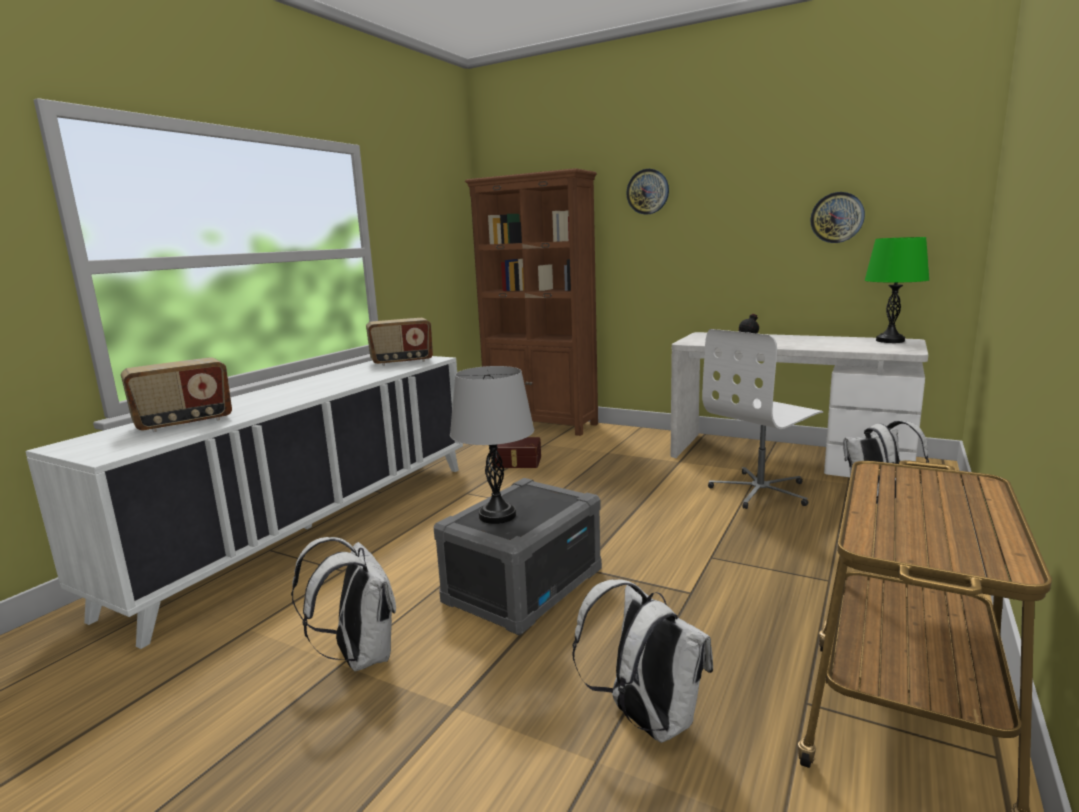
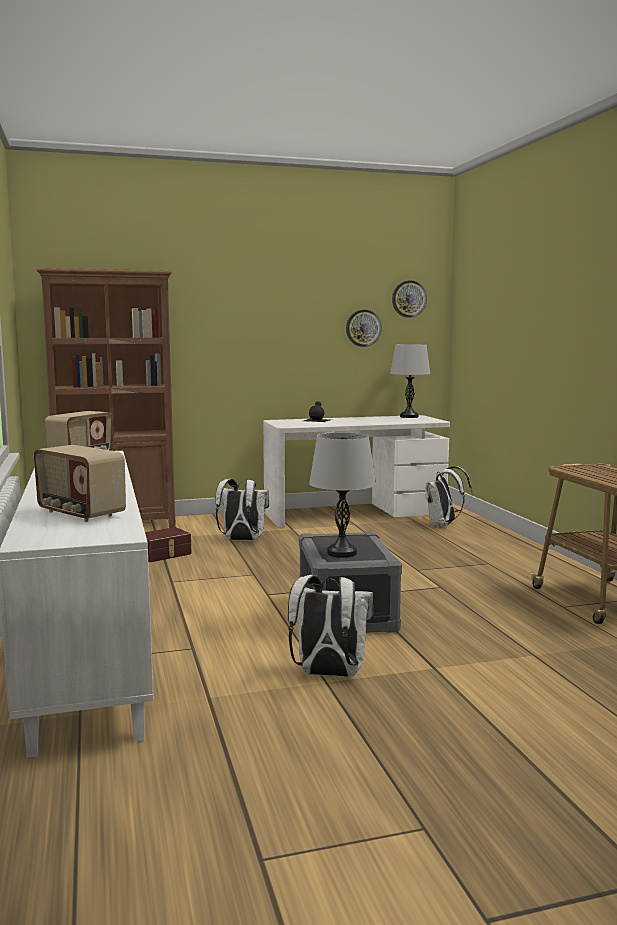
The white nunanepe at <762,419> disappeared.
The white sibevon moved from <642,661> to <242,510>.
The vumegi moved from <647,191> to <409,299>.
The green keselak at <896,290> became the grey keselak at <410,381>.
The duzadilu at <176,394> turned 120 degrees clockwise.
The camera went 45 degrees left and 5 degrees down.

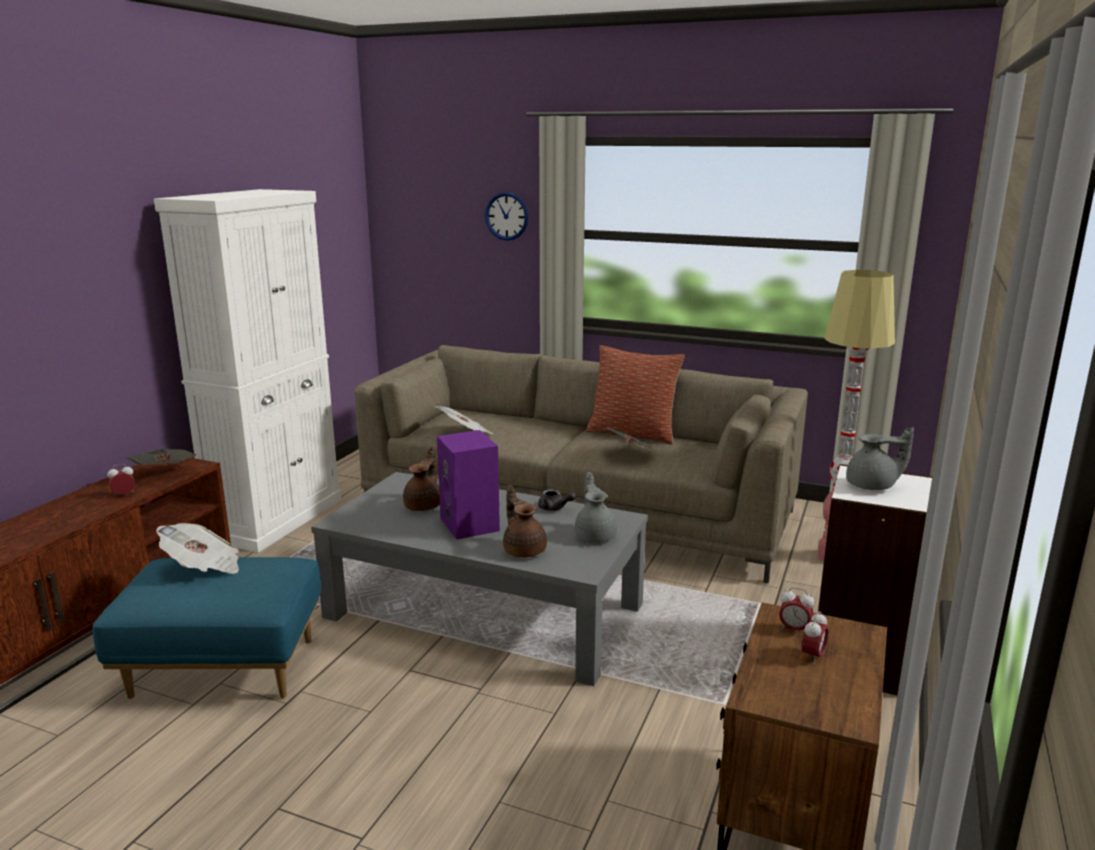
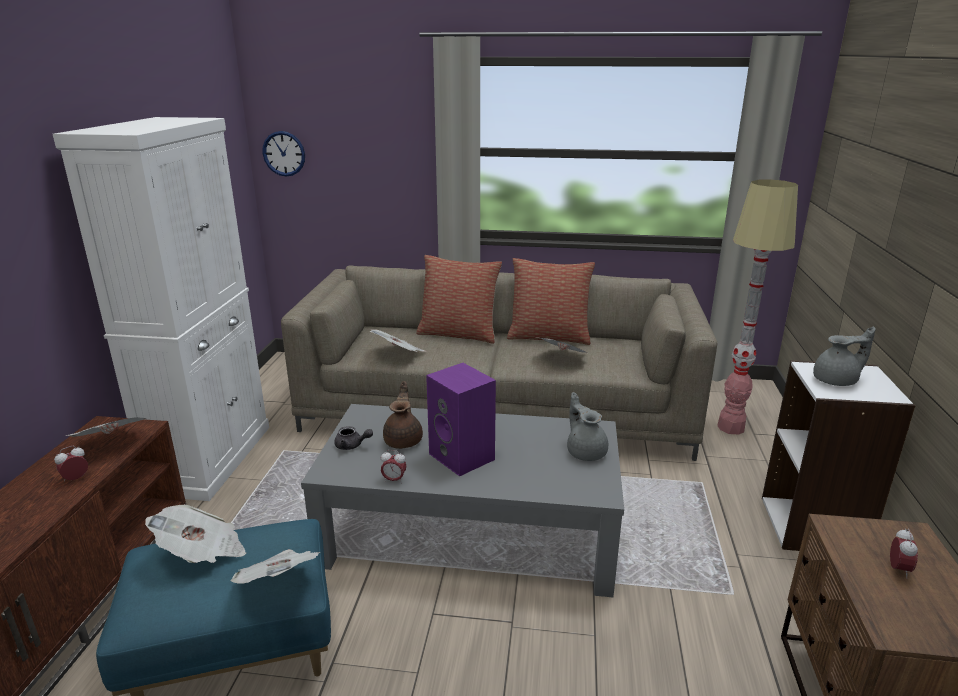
The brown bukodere at <525,521> disappeared.
The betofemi at <276,566> appeared.
The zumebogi at <459,299> appeared.
The vumegi moved from <506,216> to <284,154>.
The grey bukodere moved from <557,500> to <353,438>.
The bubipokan moved from <796,609> to <393,466>.
The camera went 15 degrees left and 5 degrees up.

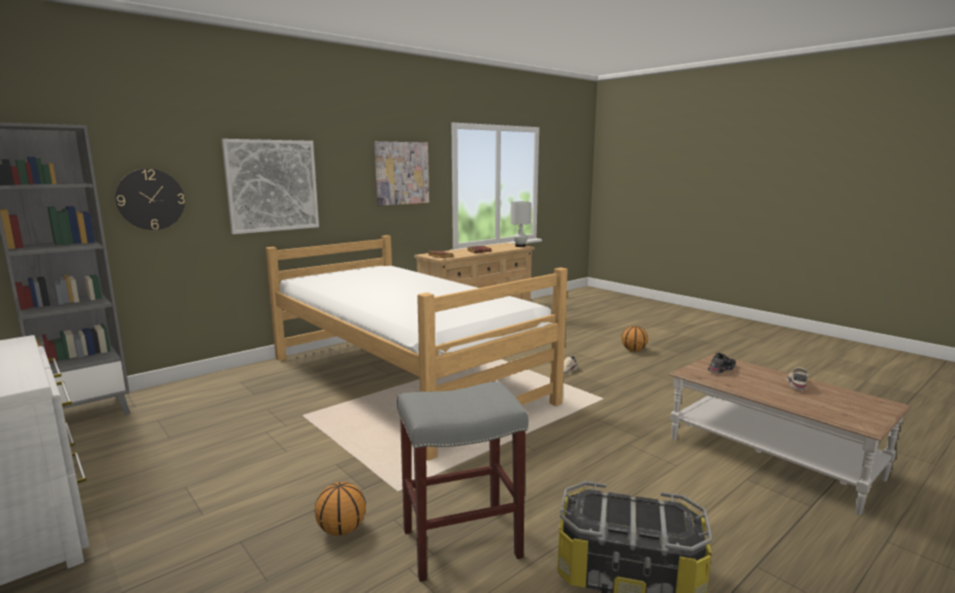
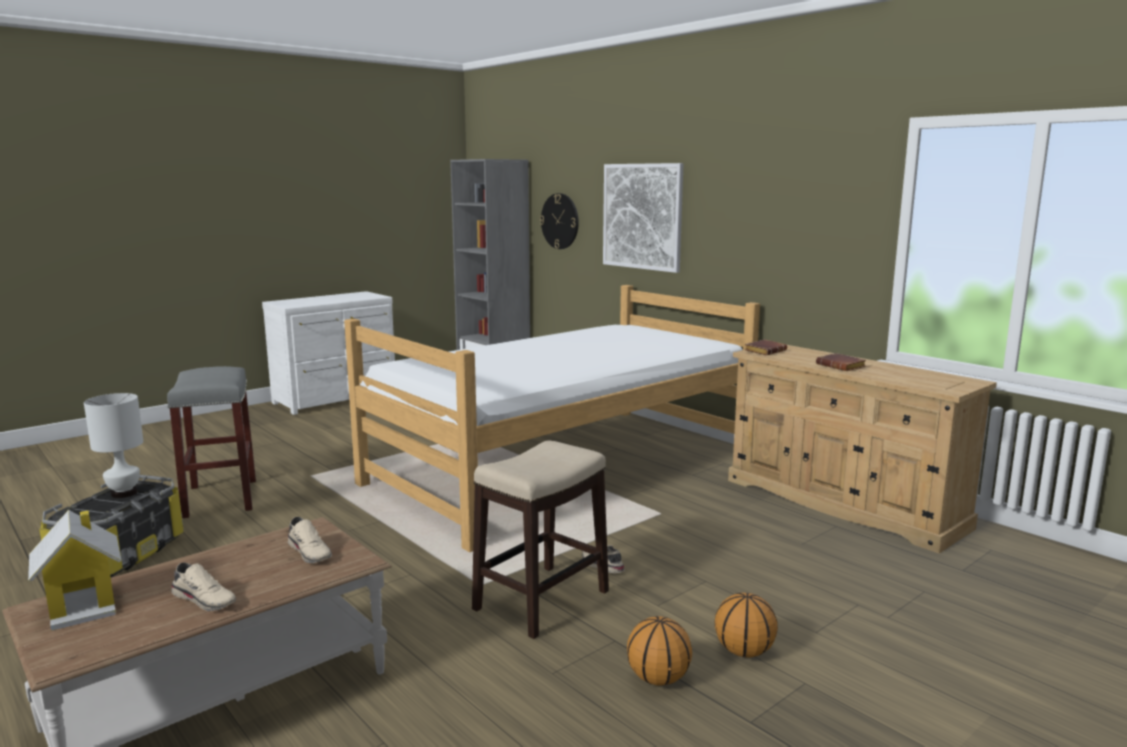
The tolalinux at <401,173> disappeared.
The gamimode at <74,570> appeared.
The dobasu at <540,539> appeared.
The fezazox moved from <340,509> to <659,651>.
The white keselak moved from <521,224> to <113,445>.
The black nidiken at <722,363> became the beige nidiken at <310,540>.
The camera went 90 degrees right and 0 degrees up.

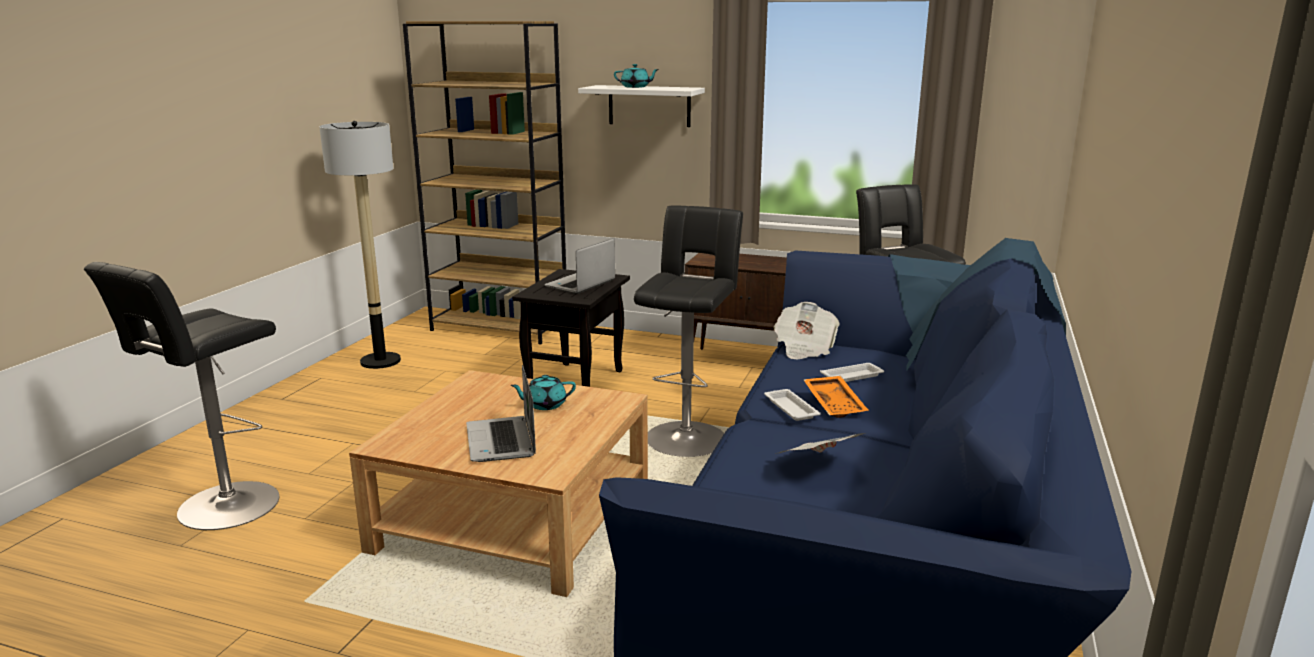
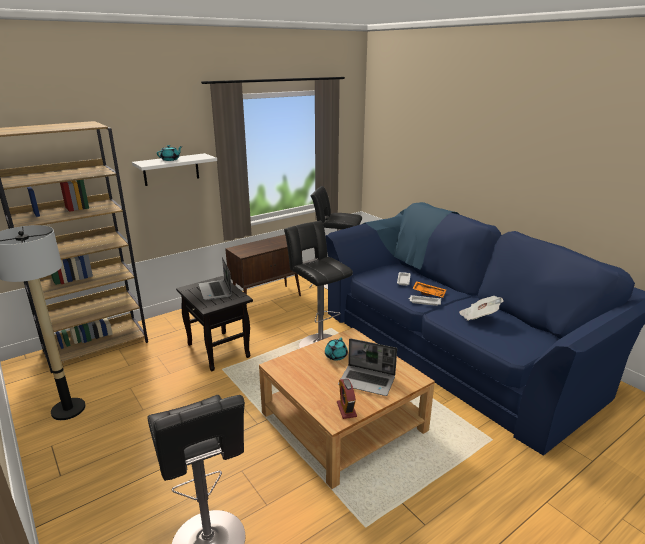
The betofemi at <807,330> disappeared.
The bubipokan at <347,399> appeared.
The camera went 55 degrees left and 5 degrees up.

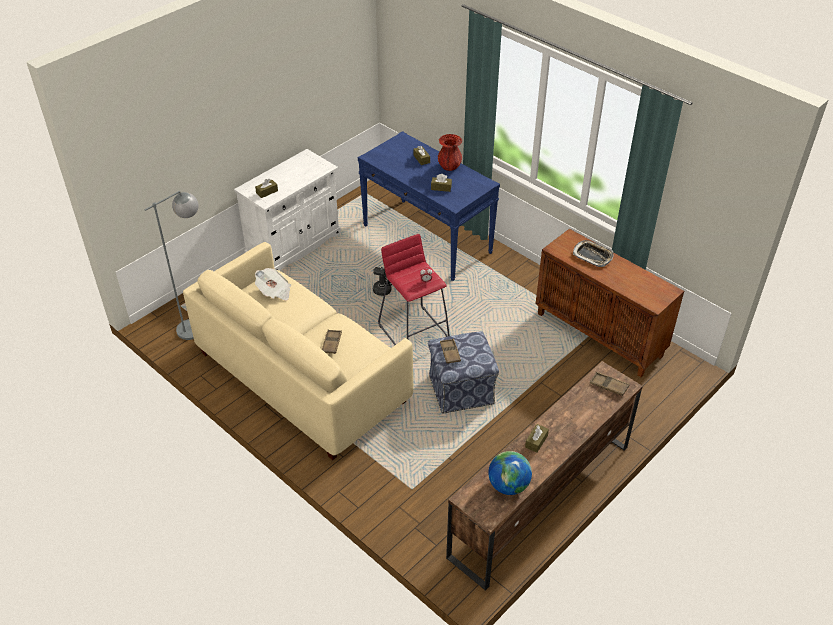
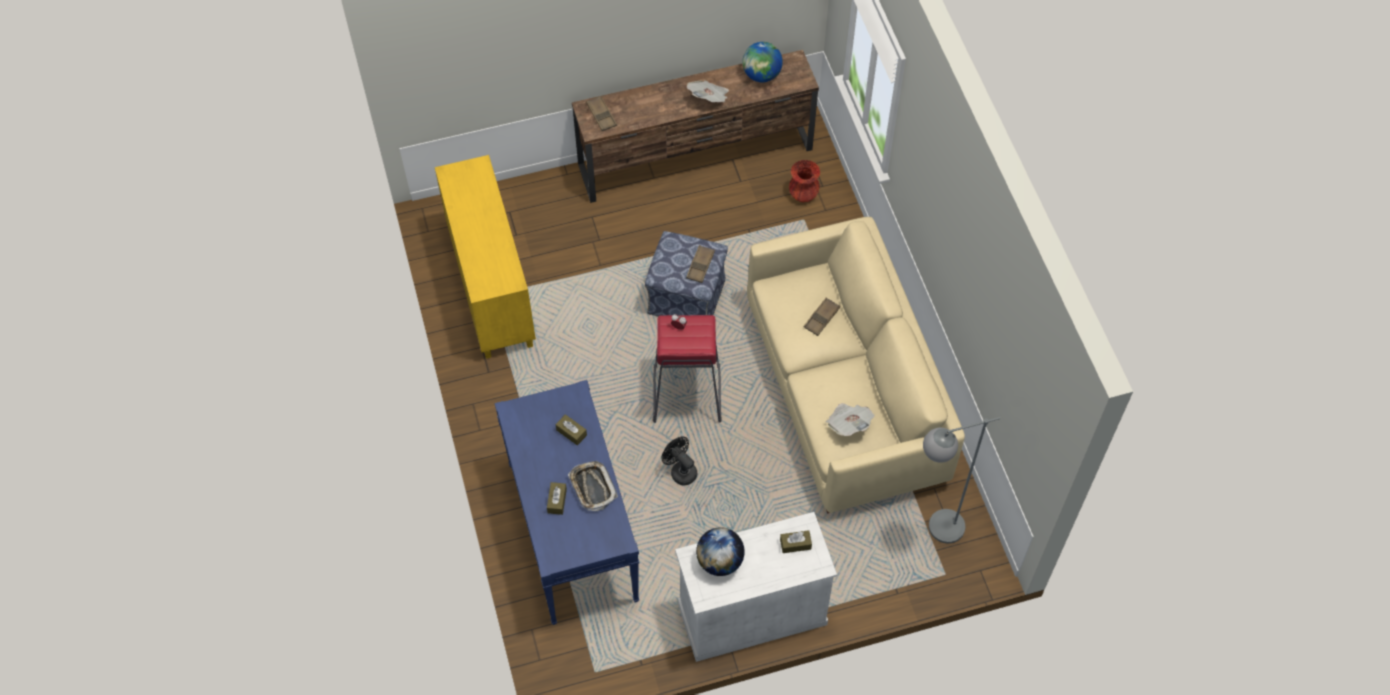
The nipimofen at <720,551> appeared.
The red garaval moved from <450,152> to <804,181>.
The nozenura moved from <593,253> to <593,486>.
The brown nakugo at <537,438> was replaced by the betofemi at <708,91>.
The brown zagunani at <610,303> became the yellow zagunani at <485,257>.
The camera went 150 degrees left and 15 degrees up.

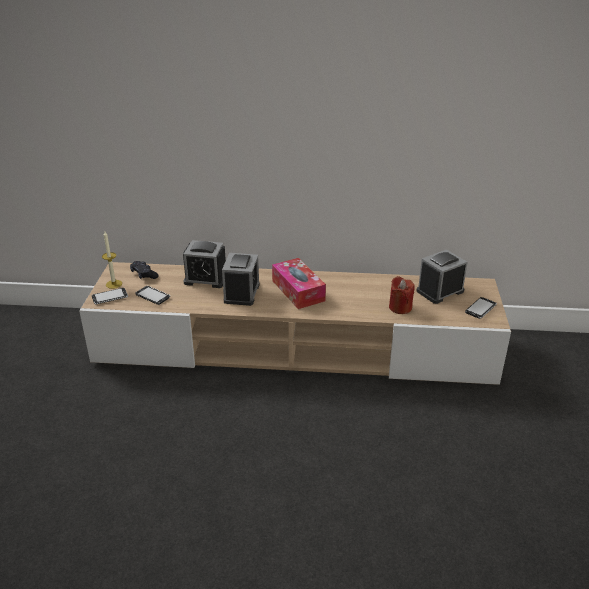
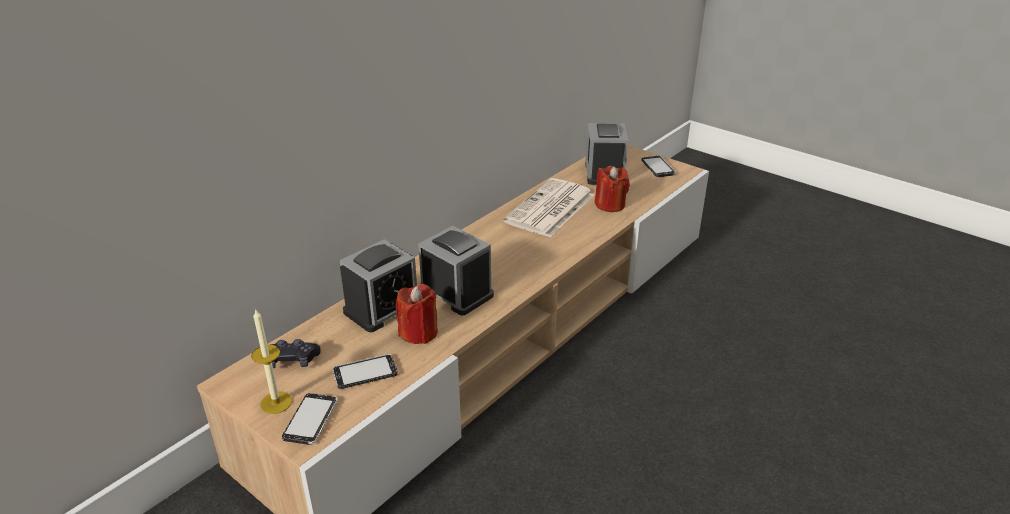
The nakugo at <299,283> disappeared.
The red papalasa at <417,314> appeared.
The betofemi at <548,207> appeared.
The camera went 55 degrees left and 0 degrees up.

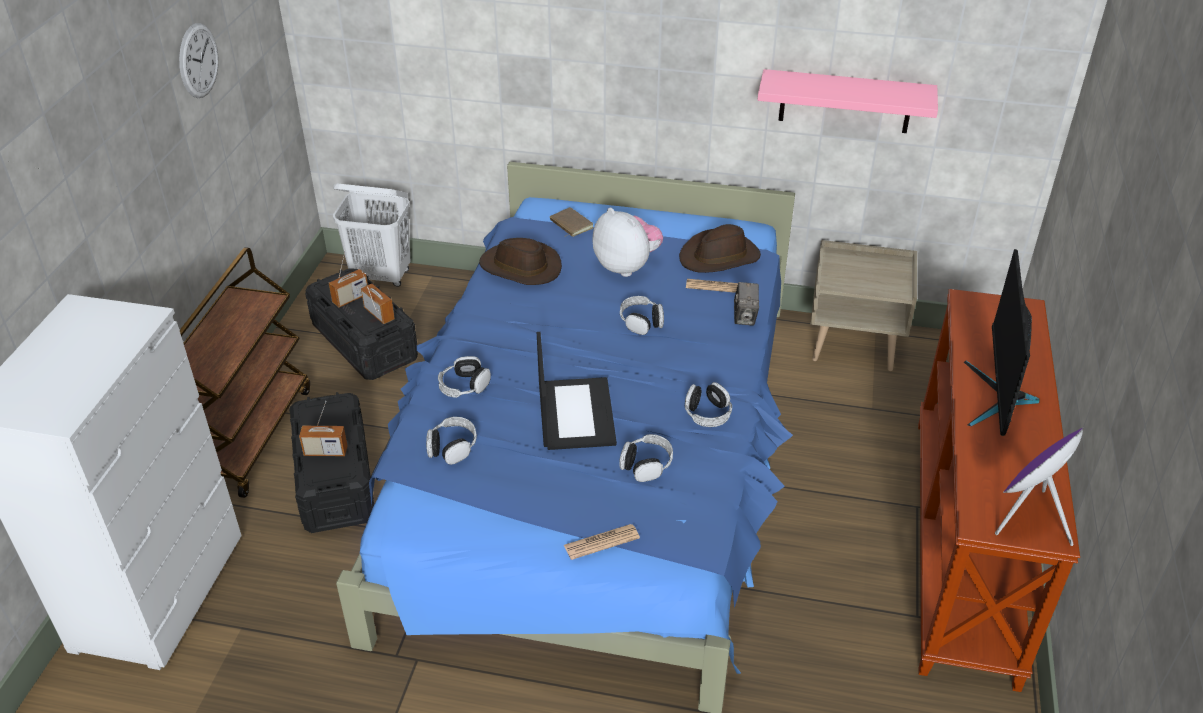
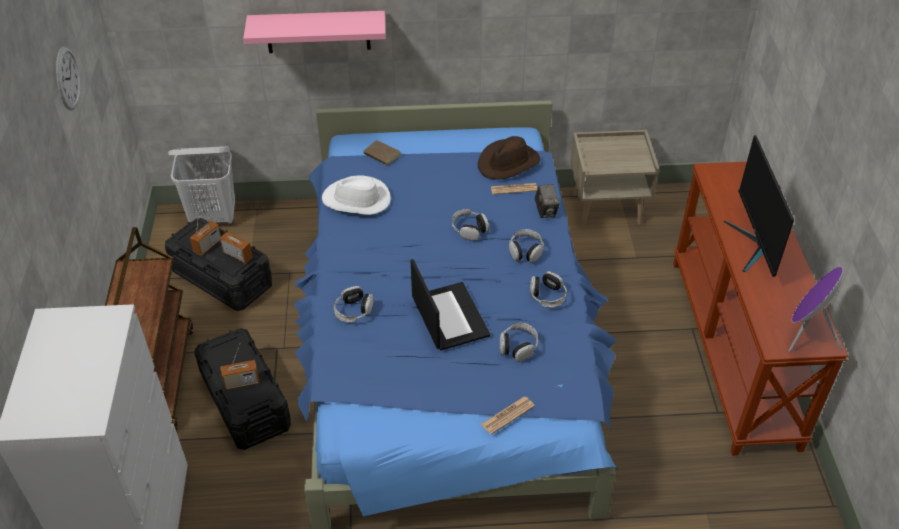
The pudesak at <627,242> disappeared.
The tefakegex moved from <451,441> to <526,246>.
The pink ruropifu moved from <848,101> to <314,32>.
The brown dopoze at <520,261> became the white dopoze at <356,195>.
The camera went 15 degrees left and 5 degrees up.

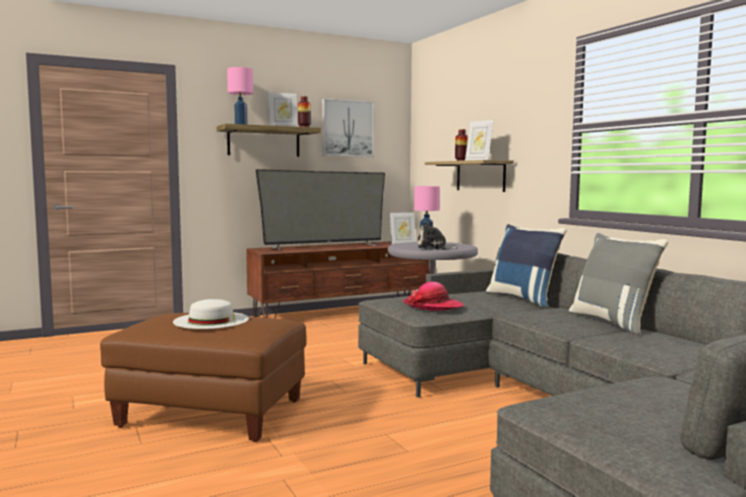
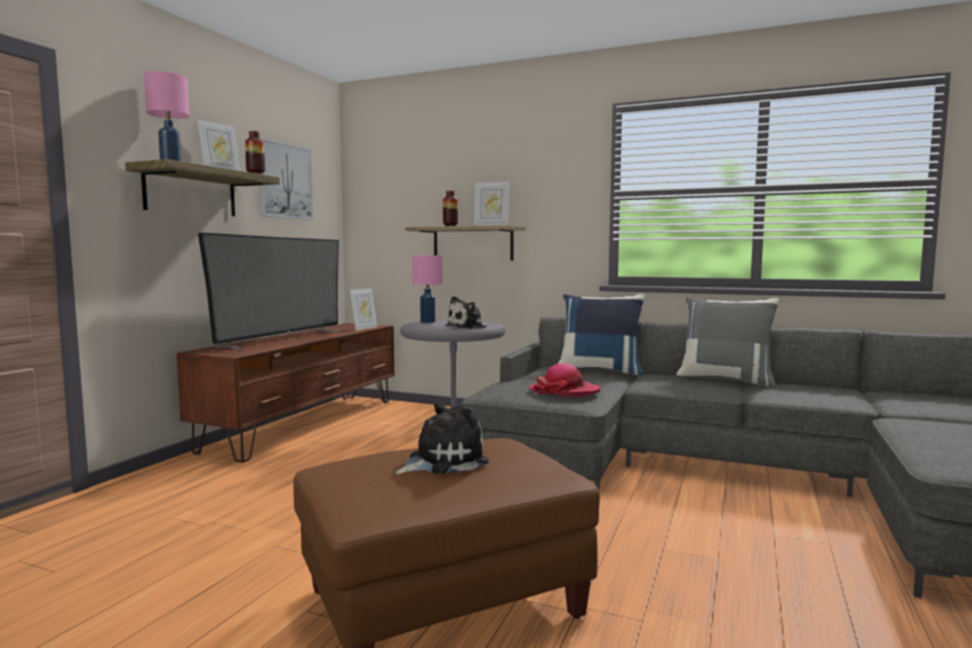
The white dopoze at <211,314> was replaced by the pudesak at <442,438>.
The camera went 40 degrees left and 0 degrees up.

